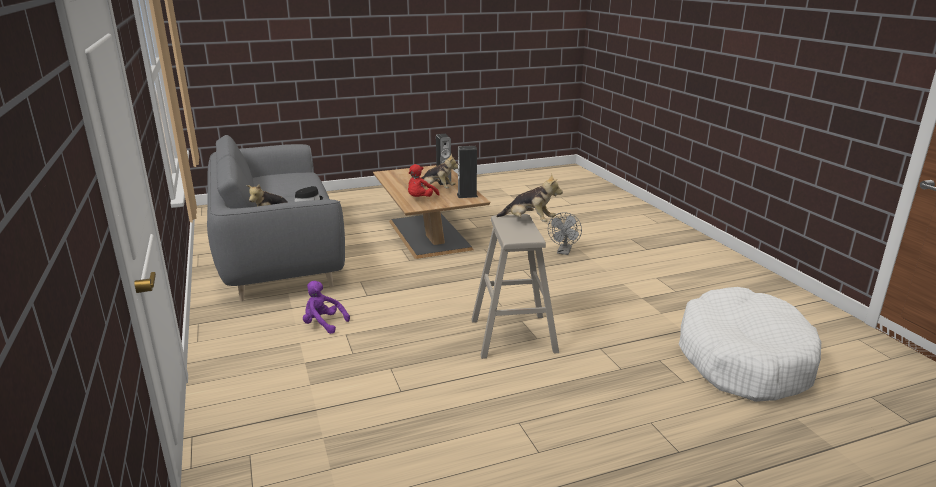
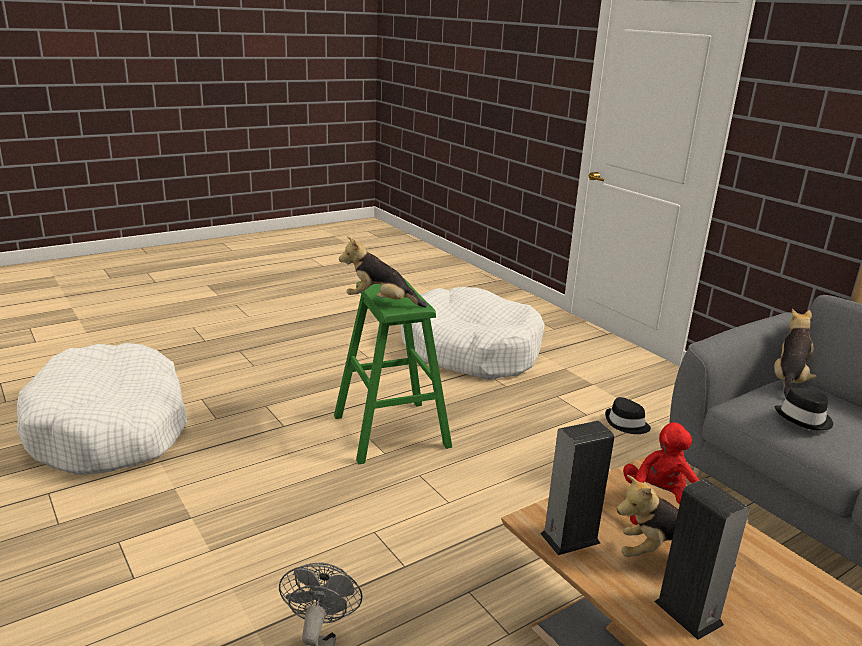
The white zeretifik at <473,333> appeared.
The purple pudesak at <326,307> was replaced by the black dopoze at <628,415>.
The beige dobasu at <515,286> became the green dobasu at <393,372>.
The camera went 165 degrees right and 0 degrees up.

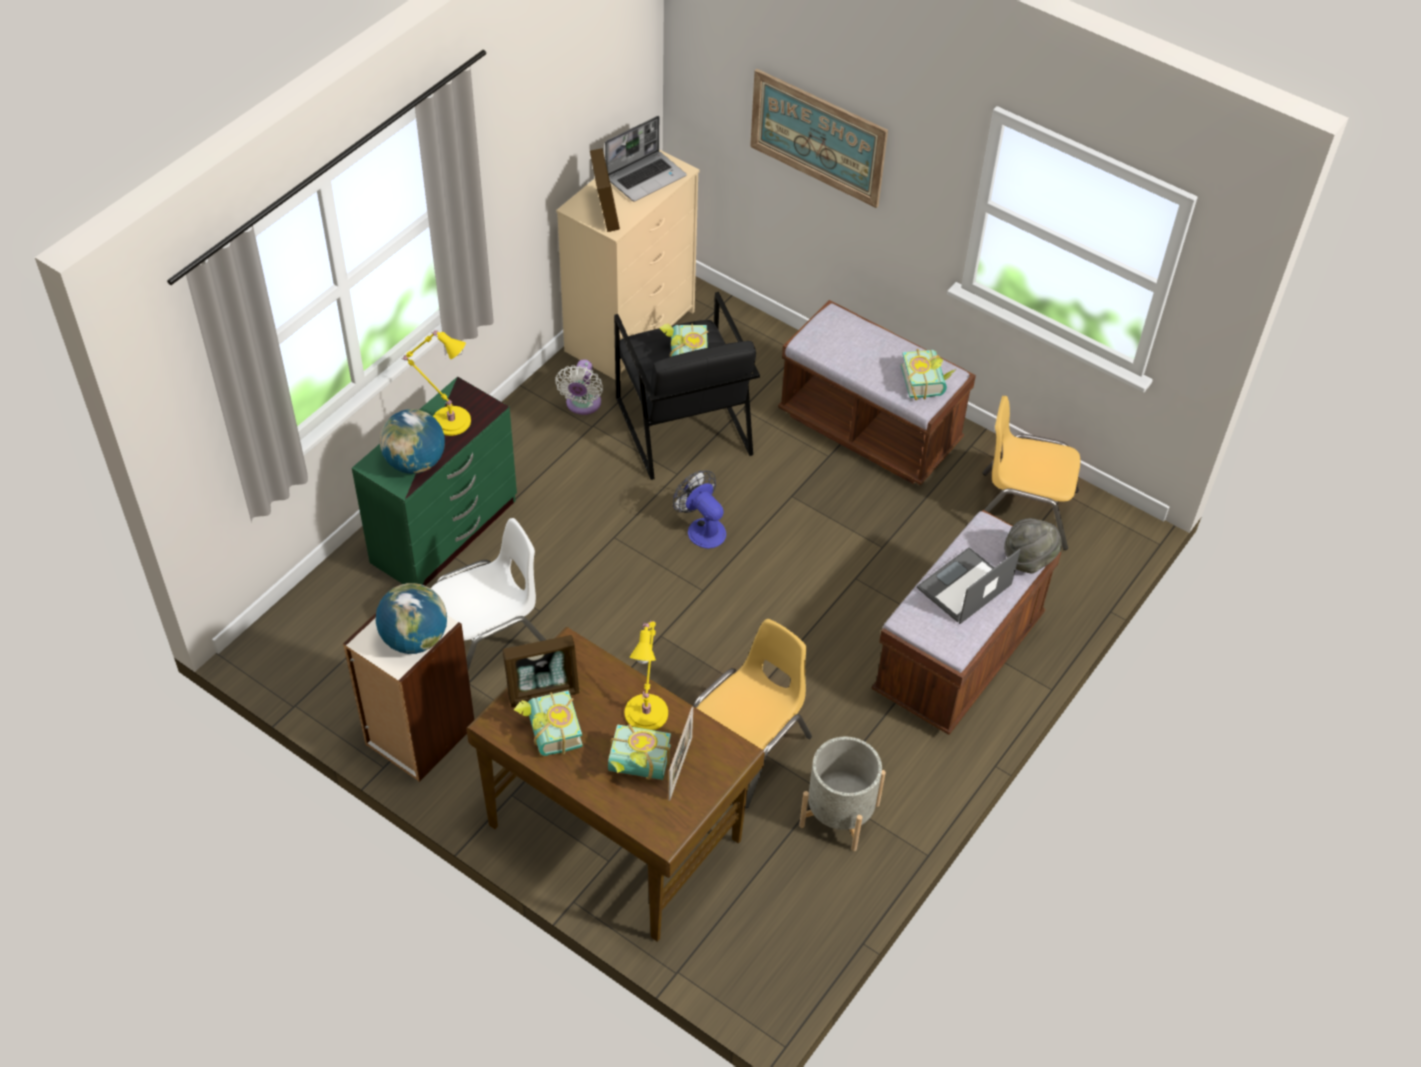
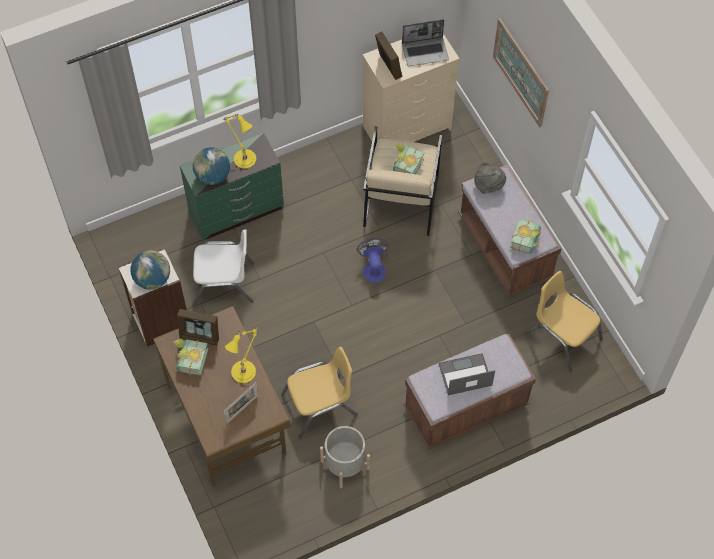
The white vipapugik at <579,387> disappeared.
The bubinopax at <639,752> disappeared.
The grey dopoze moved from <1033,546> to <490,178>.
The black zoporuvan at <687,386> became the beige zoporuvan at <402,181>.
The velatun at <605,190> turned 45 degrees counterclockwise.
The camera went 30 degrees right and 10 degrees up.

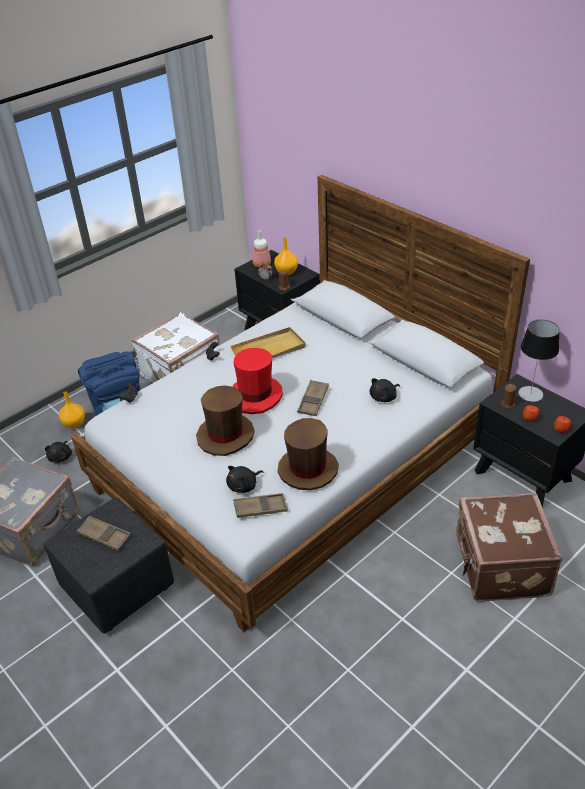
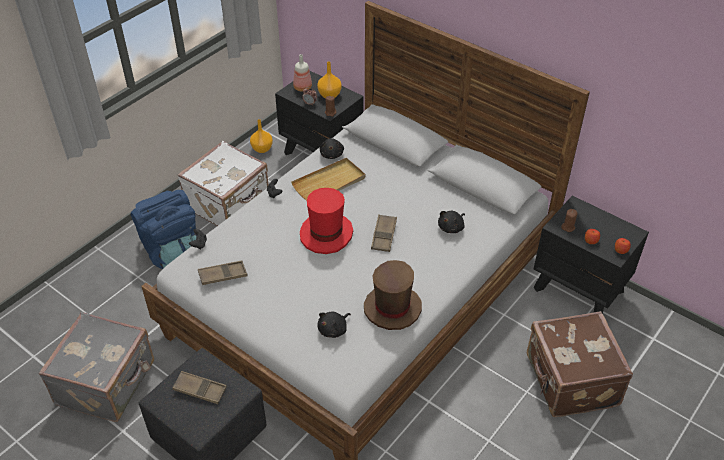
The brown dopoze at <225,420> disappeared.
The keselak at <539,361> disappeared.
The black pudesak moved from <58,452> to <332,148>.
The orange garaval moved from <72,410> to <261,136>.
The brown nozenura moved from <260,505> to <222,273>.
The camera went 10 degrees left and 5 degrees up.

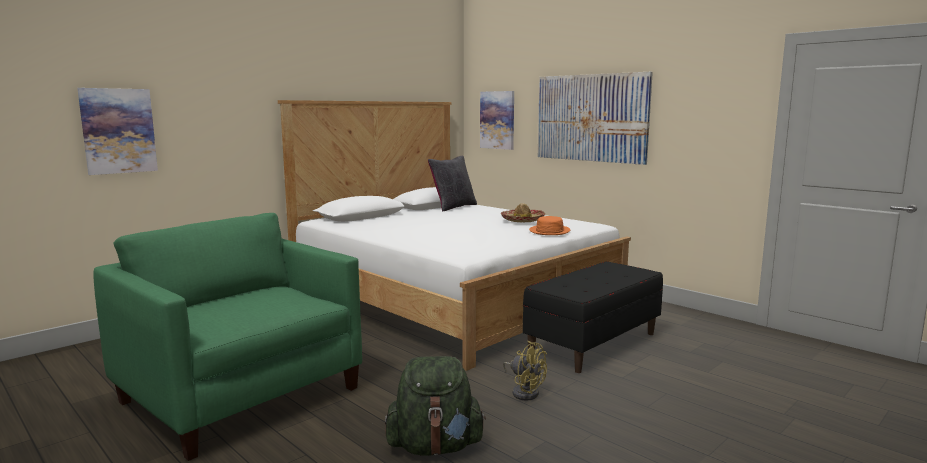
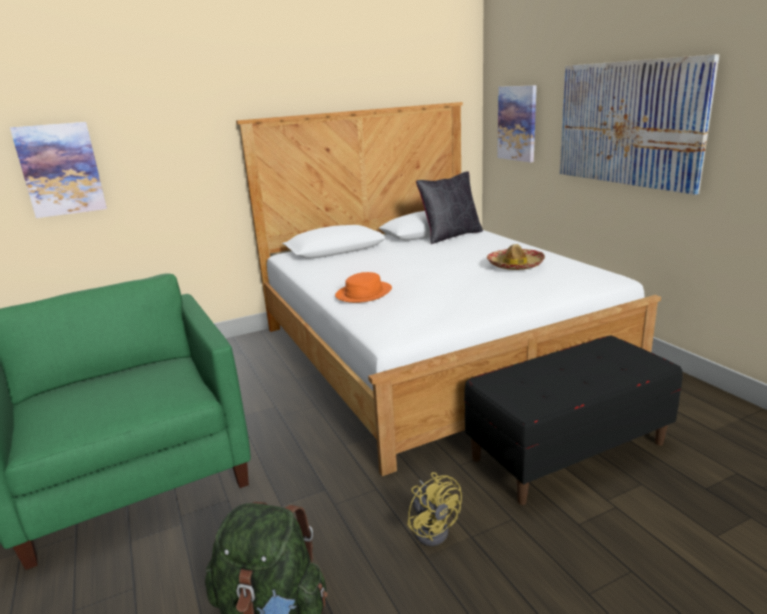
The orange dopoze moved from <549,225> to <363,287>.
The camera went 20 degrees right and 10 degrees up.

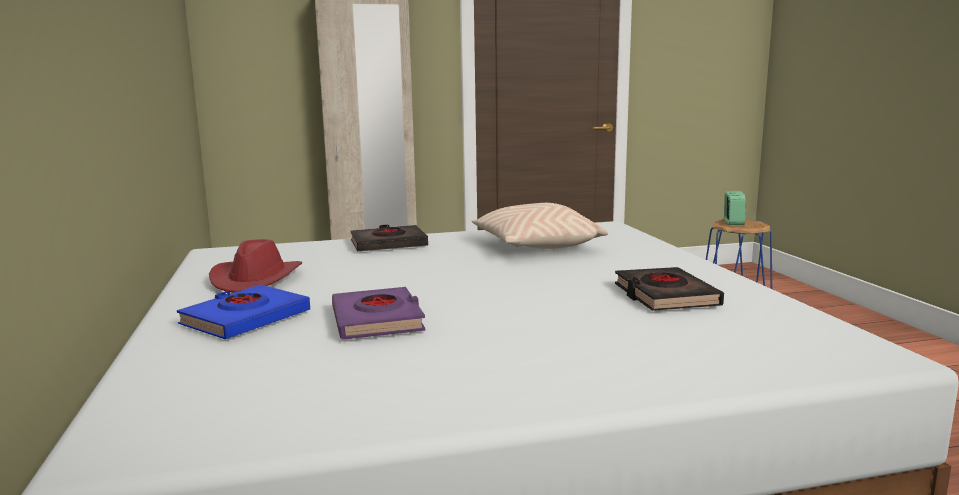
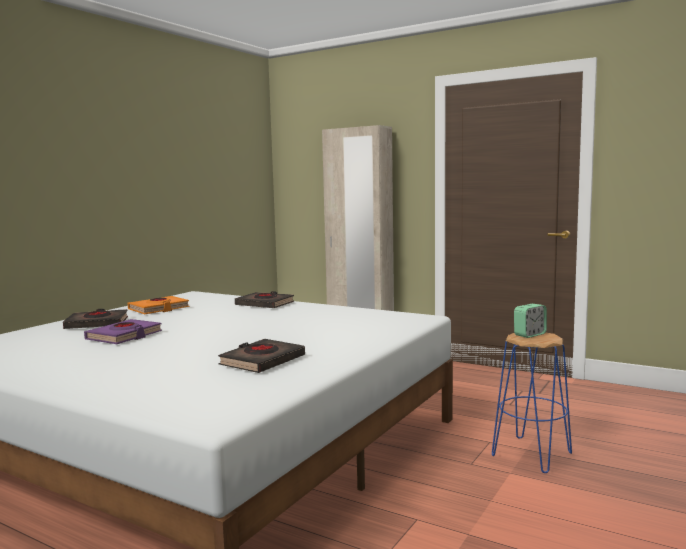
The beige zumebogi at <540,226> disappeared.
The red dopoze at <255,265> was replaced by the orange bubinopax at <158,305>.
The blue bubinopax at <243,312> became the black bubinopax at <95,319>.
The camera went 45 degrees right and 5 degrees down.

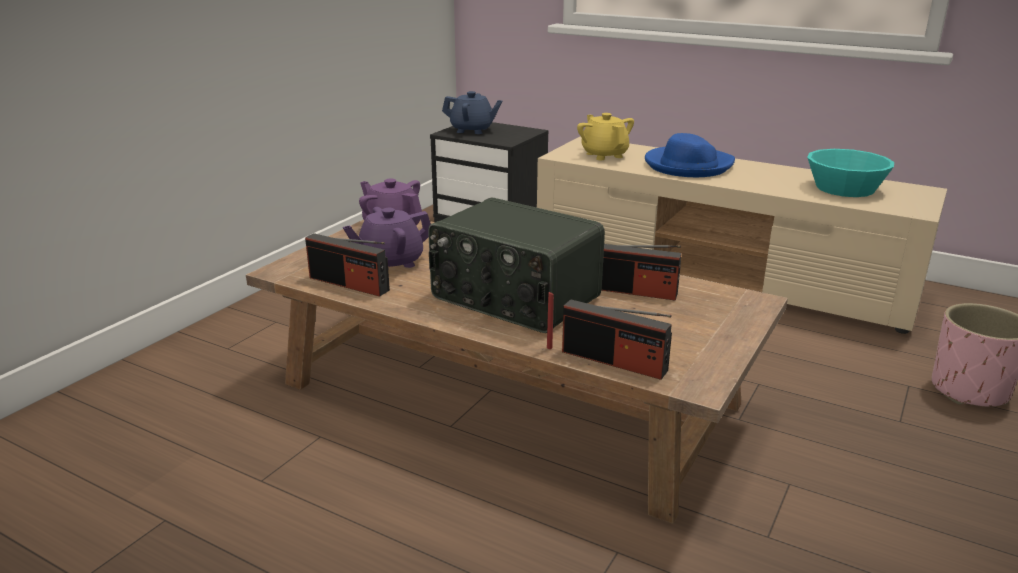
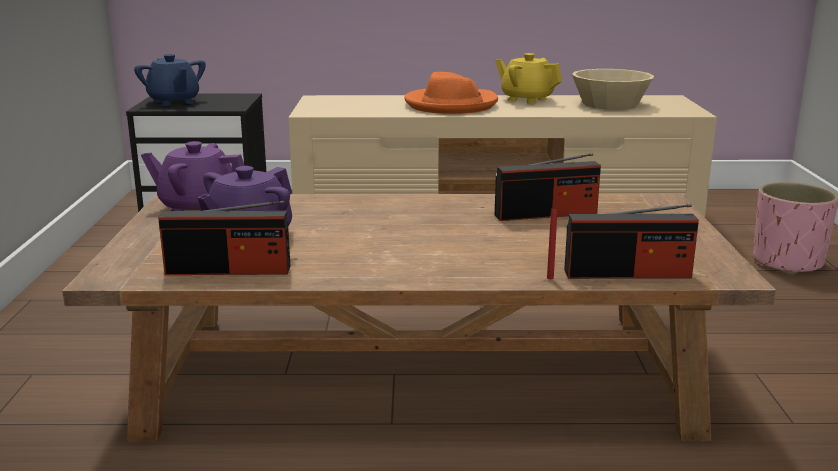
The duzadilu at <516,265> disappeared.
The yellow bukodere moved from <605,136> to <528,78>.
The blue dopoze at <690,155> became the orange dopoze at <451,93>.
The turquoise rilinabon at <850,173> became the beige rilinabon at <613,89>.
The blue bukodere at <472,112> turned 75 degrees clockwise.
The camera went 30 degrees left and 5 degrees down.

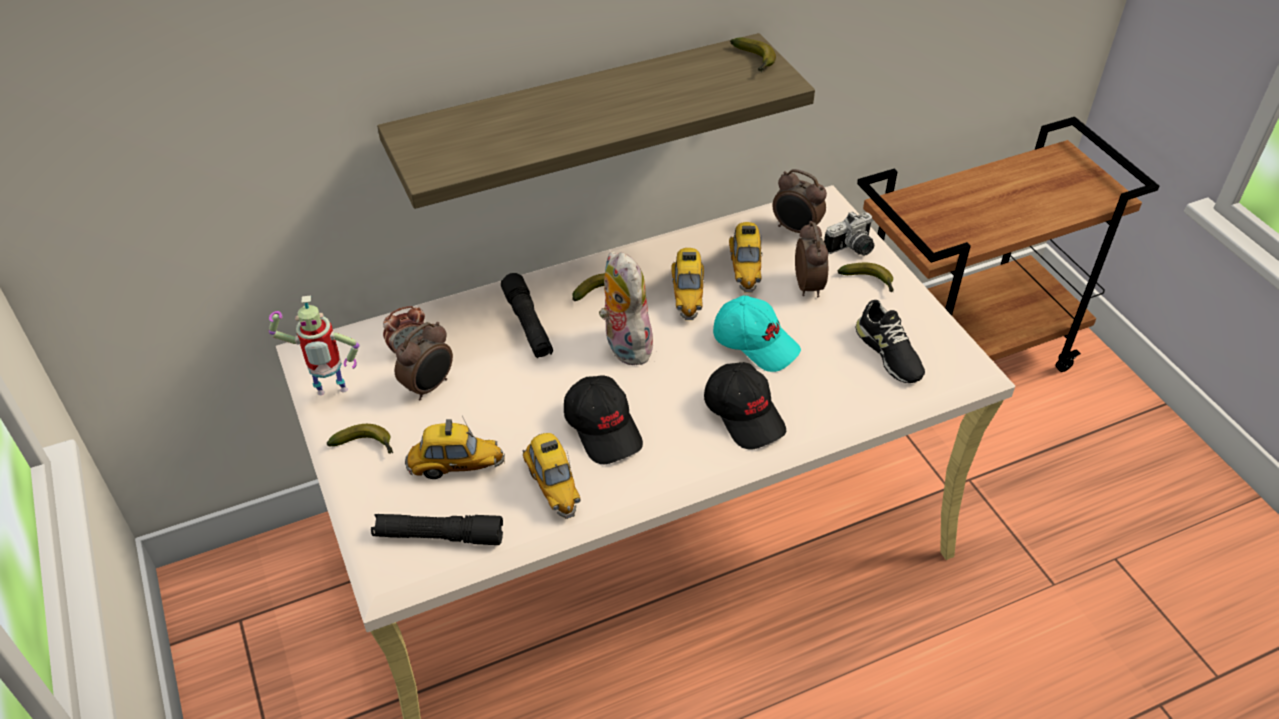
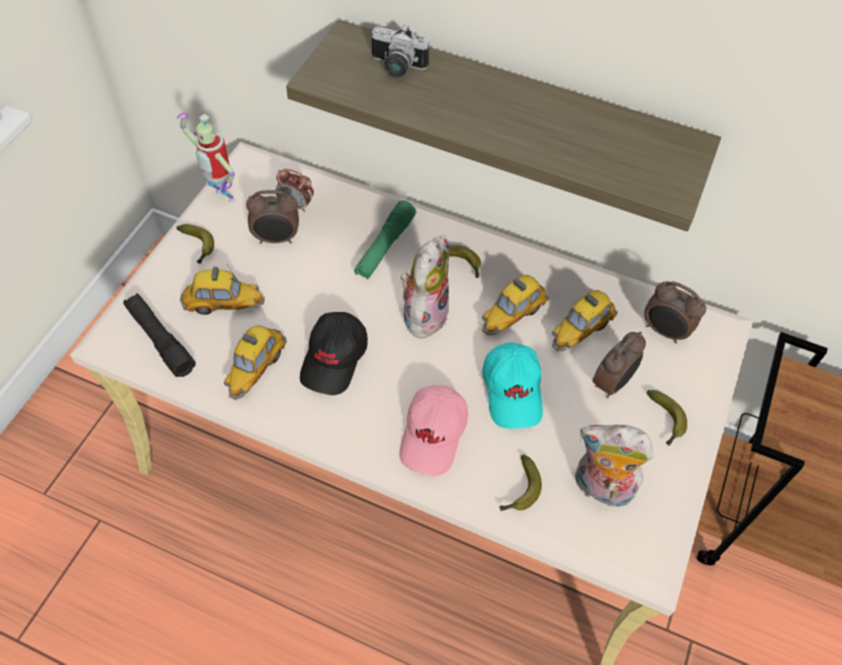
The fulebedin moved from <753,54> to <520,483>.
The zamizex moved from <849,233> to <401,51>.
The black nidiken at <890,341> was replaced by the pudesak at <614,468>.
The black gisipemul at <527,315> became the green gisipemul at <385,240>.
The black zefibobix at <745,405> became the pink zefibobix at <433,430>.
The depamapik at <455,447> turned 45 degrees counterclockwise.
The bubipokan at <799,201> turned 45 degrees counterclockwise.
The camera went 45 degrees right and 10 degrees up.

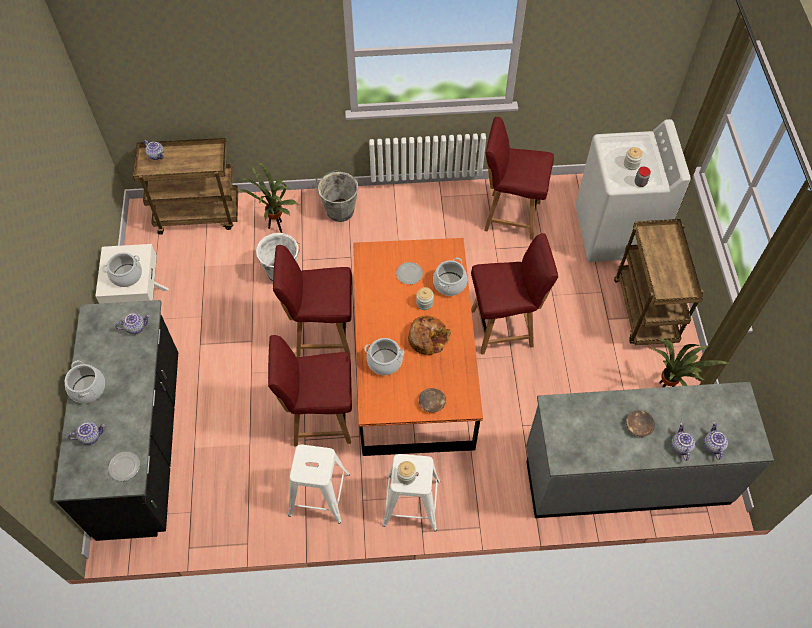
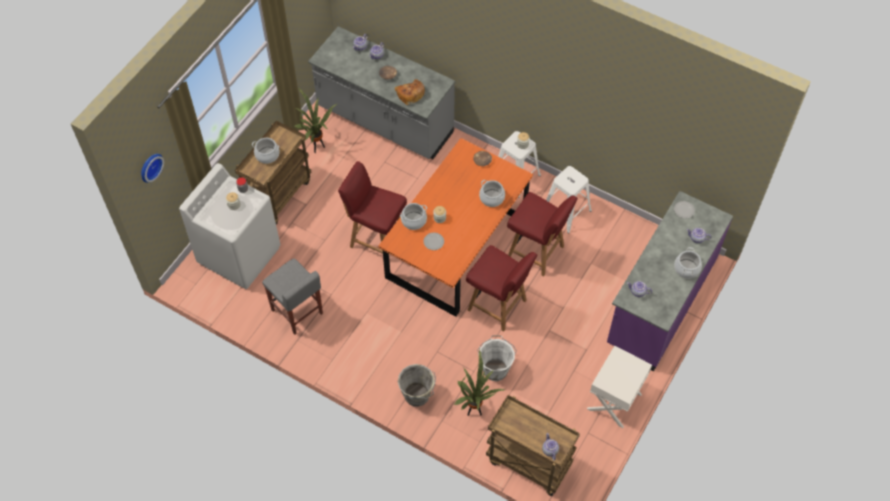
The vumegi at <152,168> appeared.
The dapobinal moved from <122,269> to <266,151>.
The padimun moved from <429,335> to <410,92>.
The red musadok at <519,178> was replaced by the grey dobasu at <292,296>.
The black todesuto at <115,420> became the purple todesuto at <670,281>.
The camera went 145 degrees left and 0 degrees up.

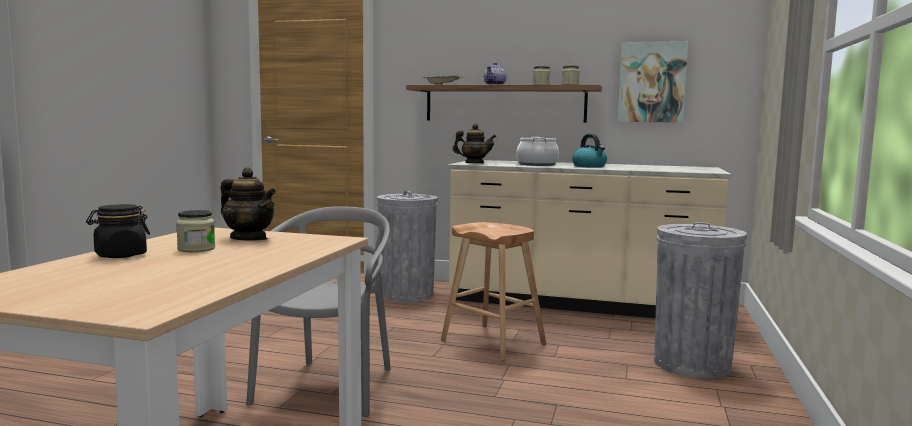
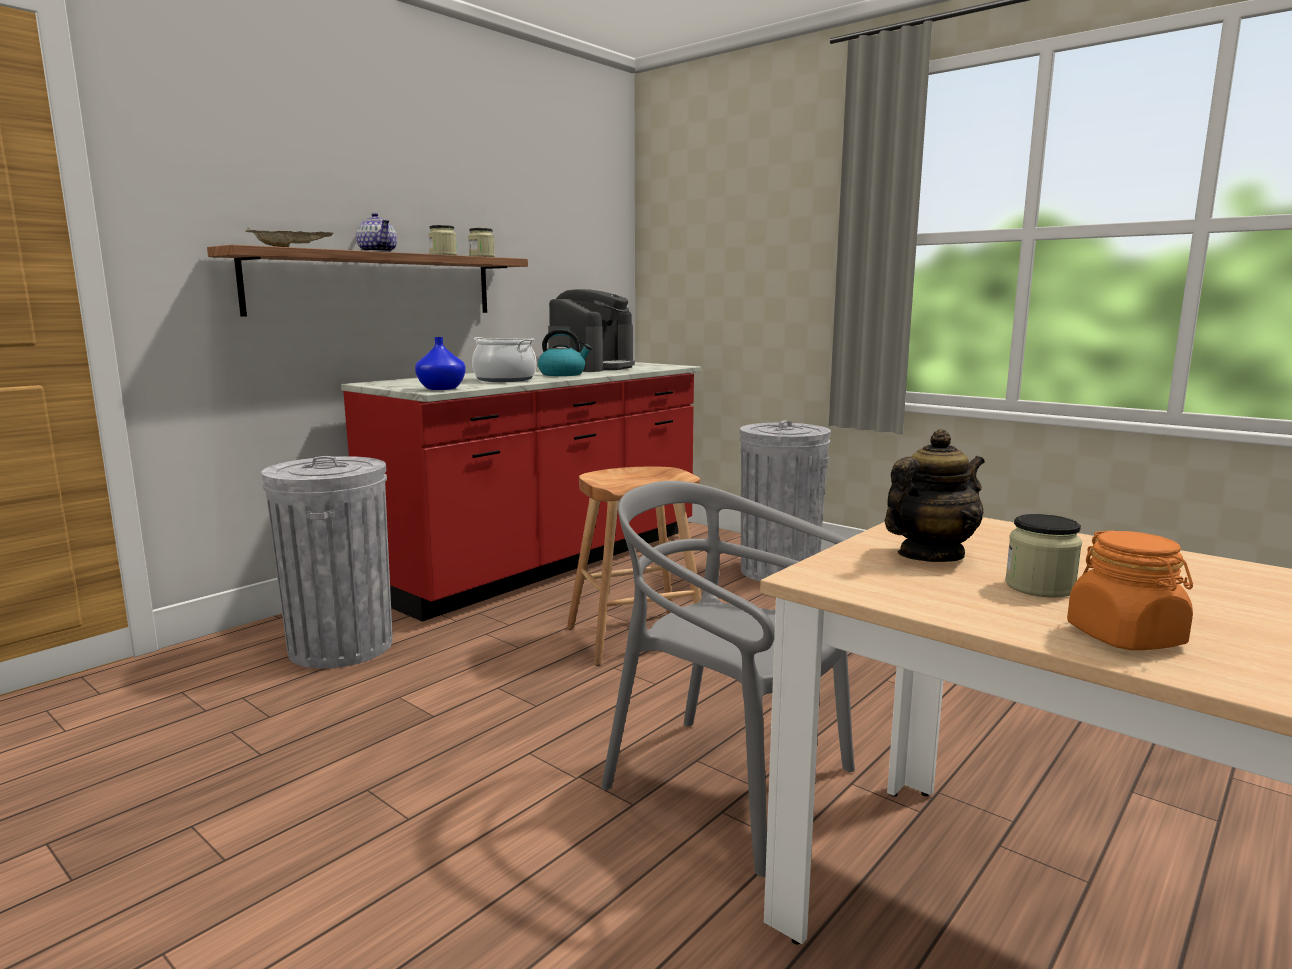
The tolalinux at <653,82> disappeared.
The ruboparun at <591,330> appeared.
The bukodere at <474,143> was replaced by the blue garaval at <440,363>.
The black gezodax at <118,231> became the orange gezodax at <1130,590>.
The beige todesuto at <589,239> became the red todesuto at <521,492>.
The camera went 65 degrees left and 5 degrees up.

